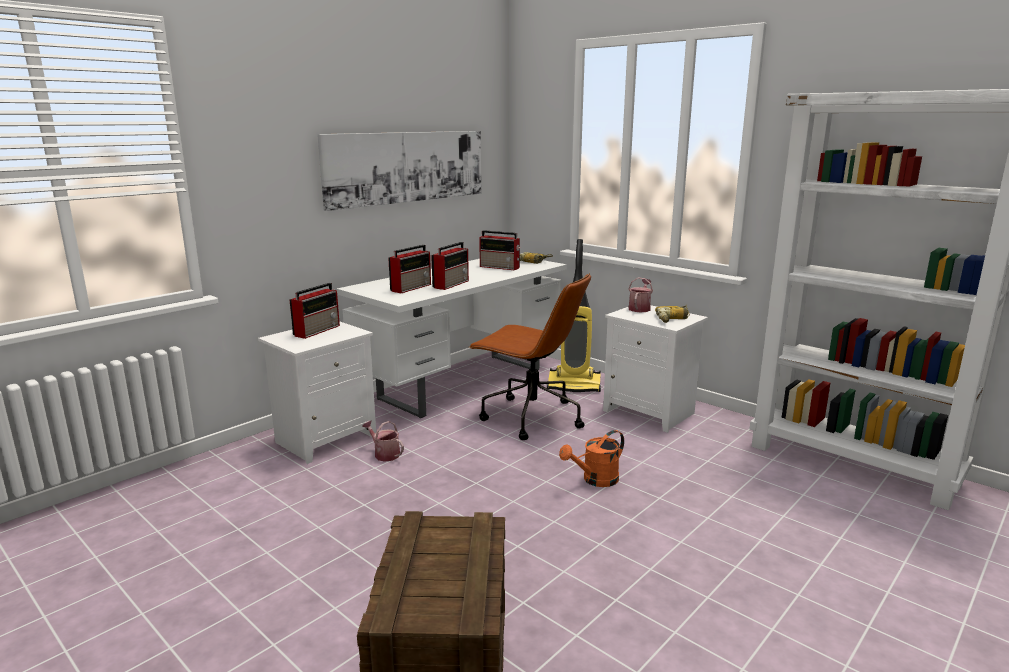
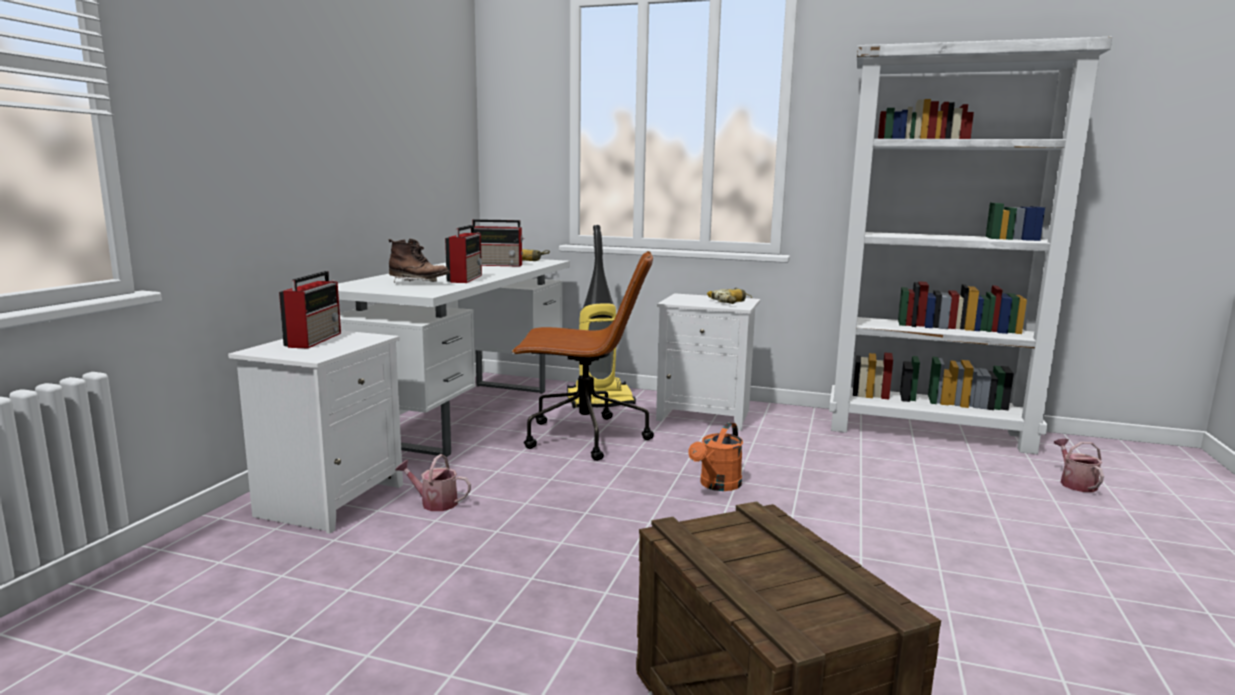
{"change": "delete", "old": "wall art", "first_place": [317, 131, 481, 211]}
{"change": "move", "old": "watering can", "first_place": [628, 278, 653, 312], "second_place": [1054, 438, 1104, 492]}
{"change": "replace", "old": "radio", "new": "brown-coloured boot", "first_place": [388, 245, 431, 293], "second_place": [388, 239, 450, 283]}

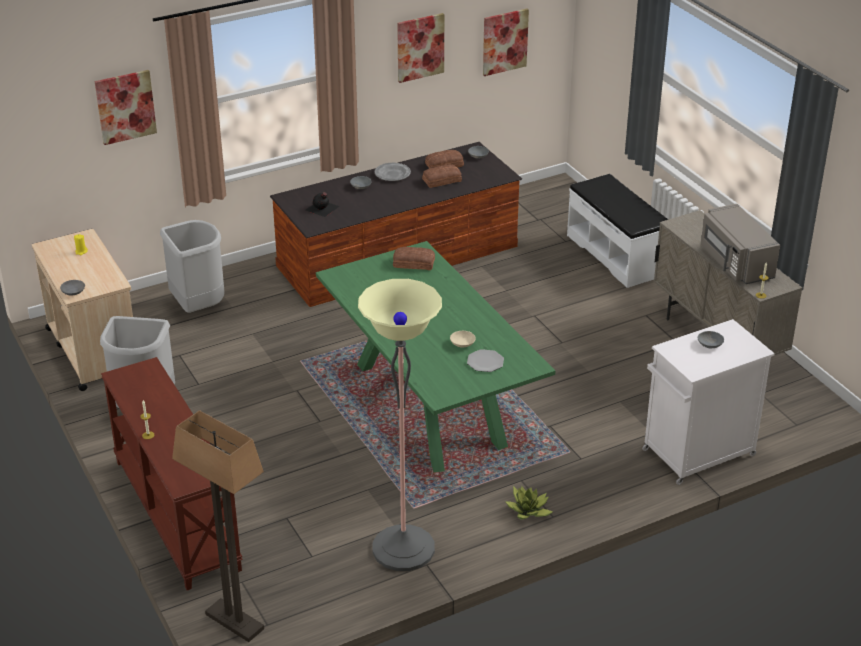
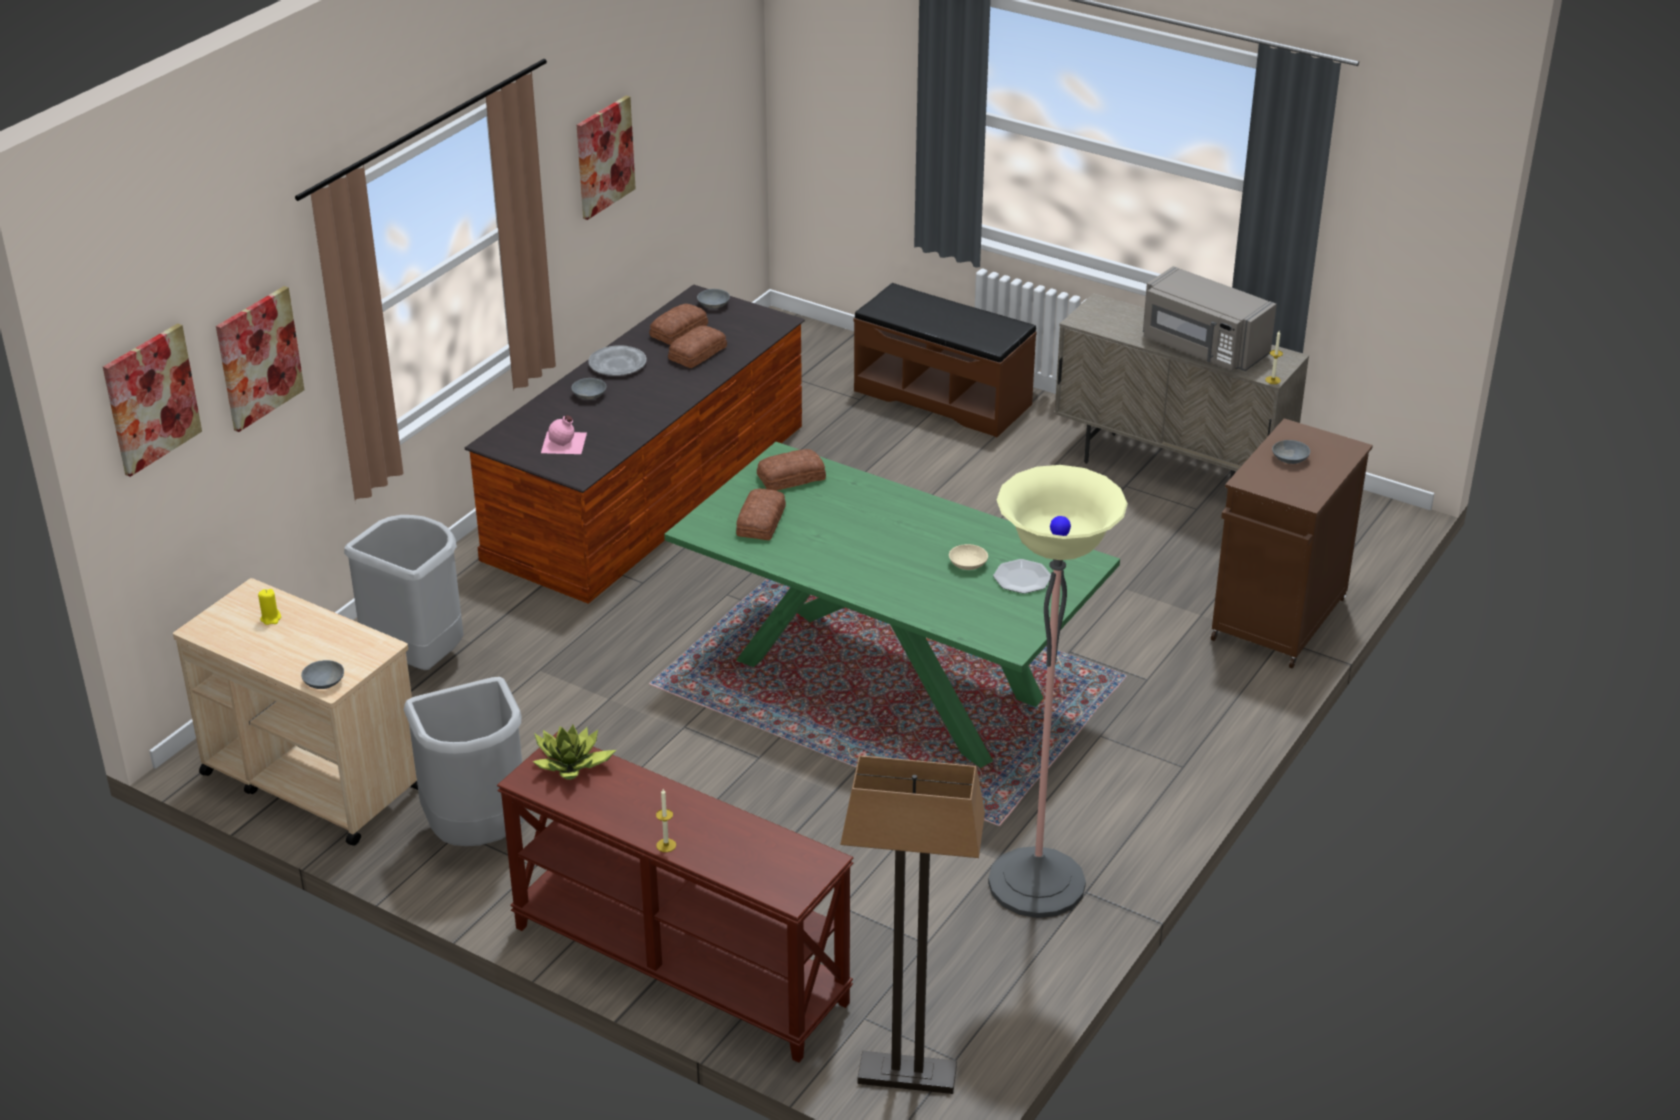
{"change": "insert", "new": "bread", "second_place": [736, 489, 786, 540]}
{"change": "move", "old": "wall art", "first_place": [483, 9, 529, 76], "second_place": [103, 323, 202, 477]}
{"change": "move", "old": "plant in a pot", "first_place": [506, 486, 552, 519], "second_place": [533, 725, 616, 780]}
{"change": "recolor", "old": "blackish drink bottle", "new": "pink-coloured drink bottle", "first_place": [306, 192, 339, 217], "second_place": [541, 415, 587, 454]}
{"change": "recolor", "old": "whitish indoor bench", "new": "brown-coloured indoor bench", "first_place": [567, 174, 668, 288], "second_place": [854, 283, 1037, 437]}
{"change": "recolor", "old": "whitish cupboard", "new": "brown-coloured cupboard", "first_place": [642, 319, 775, 485], "second_place": [1211, 418, 1373, 668]}

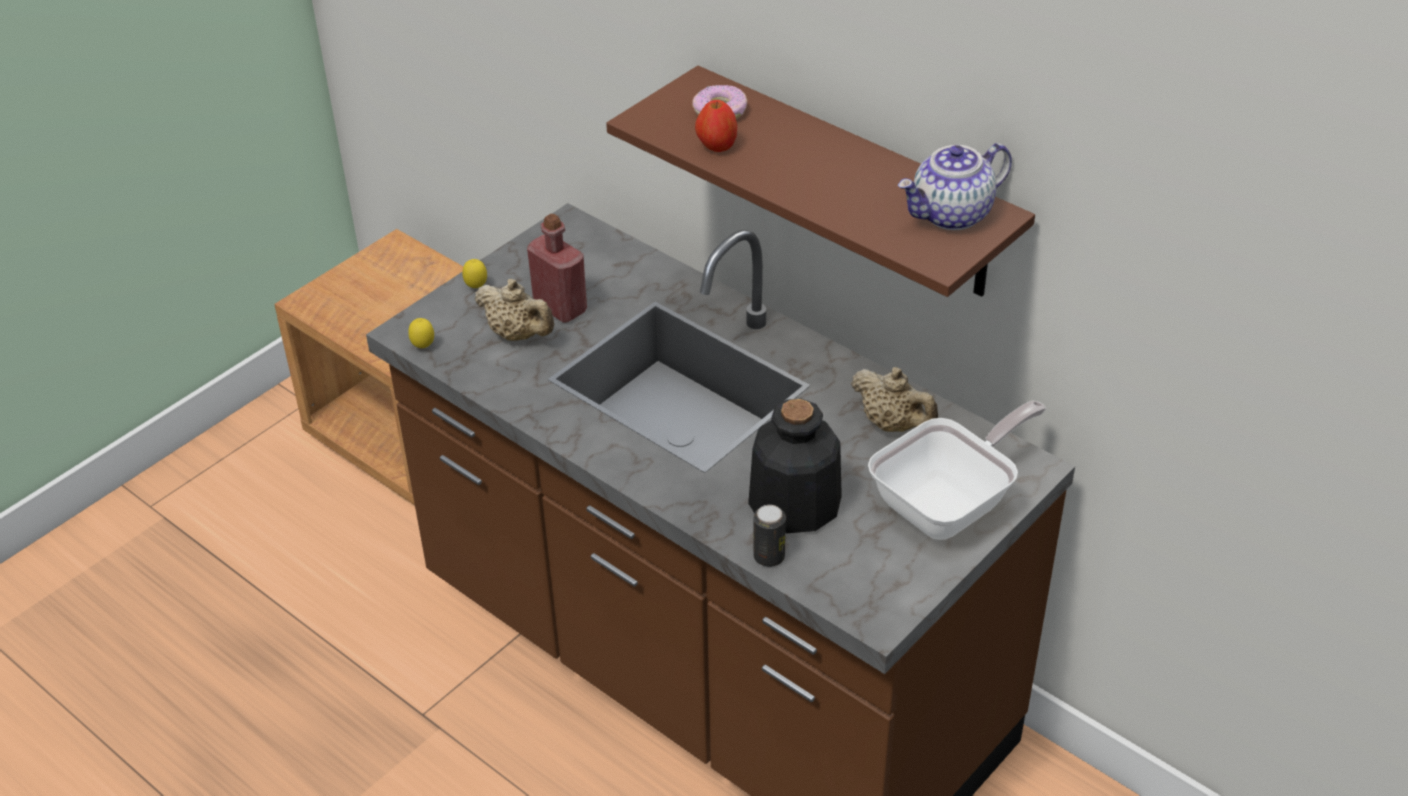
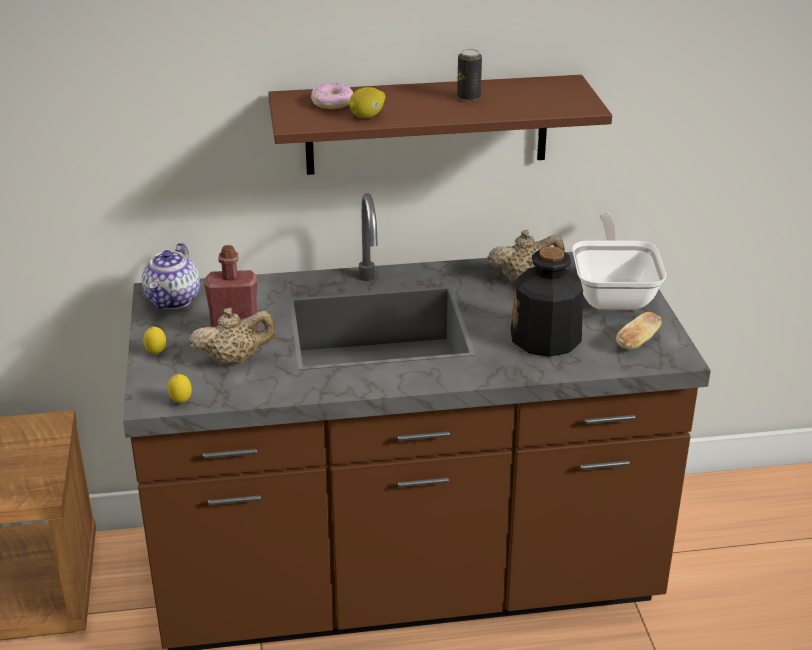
{"change": "insert", "new": "bread", "second_place": [616, 312, 662, 350]}
{"change": "move", "old": "sealed can", "first_place": [753, 505, 786, 567], "second_place": [457, 49, 482, 101]}
{"change": "move", "old": "tea pot", "first_place": [898, 143, 1012, 230], "second_place": [142, 243, 200, 309]}
{"change": "replace", "old": "apple fruit", "new": "lemon", "first_place": [695, 100, 737, 152], "second_place": [349, 87, 385, 118]}

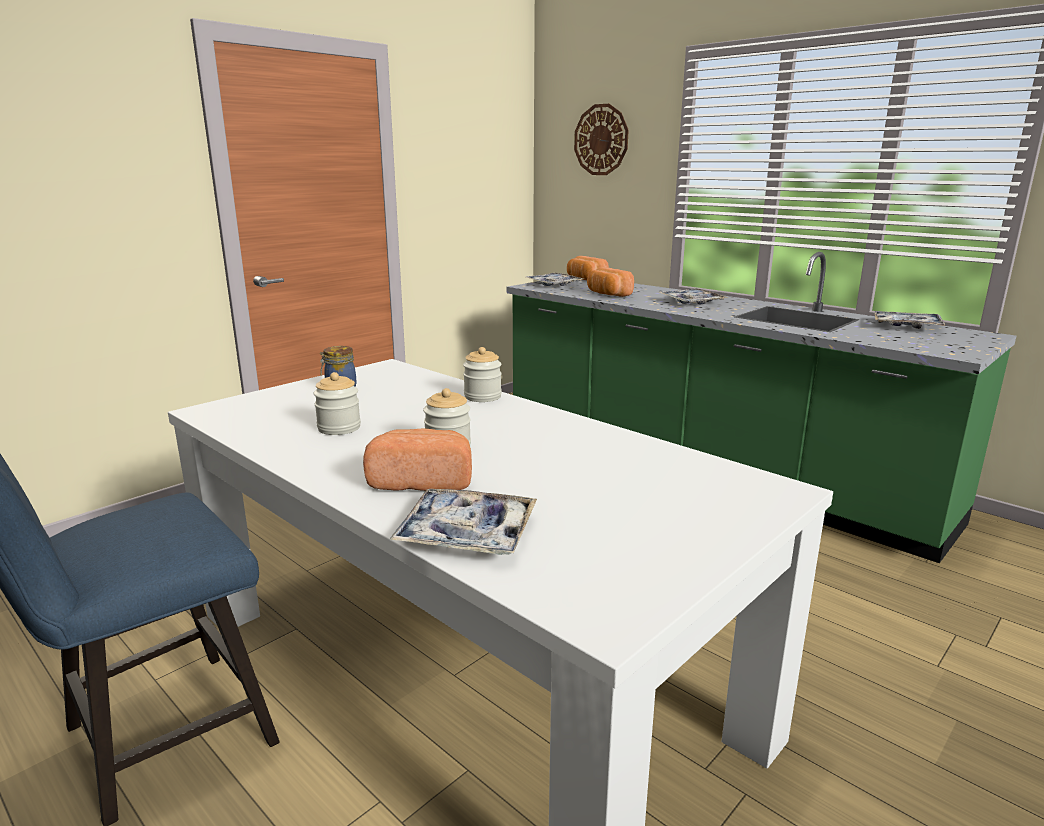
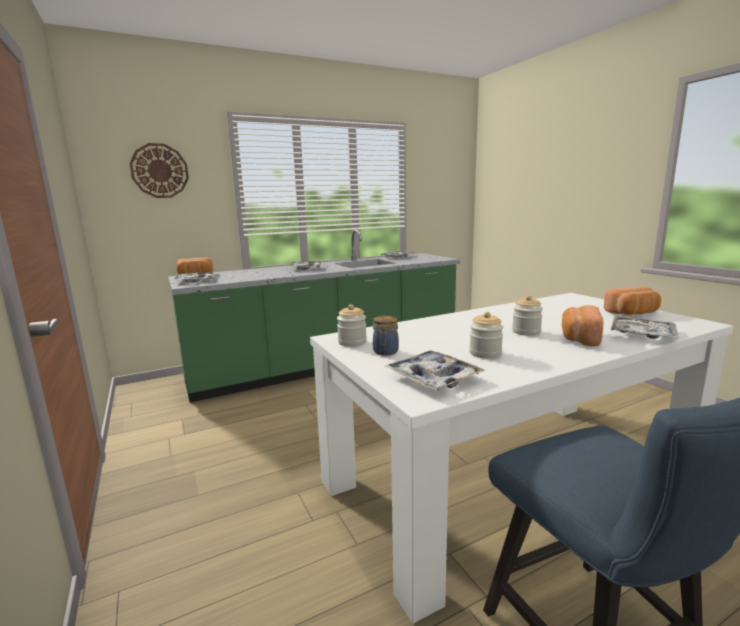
{"change": "insert", "new": "carrying tray", "second_place": [385, 350, 485, 390]}
{"change": "move", "old": "preserve jar", "first_place": [463, 347, 502, 402], "second_place": [337, 304, 367, 347]}
{"change": "move", "old": "bread", "first_place": [587, 267, 634, 297], "second_place": [604, 286, 661, 315]}

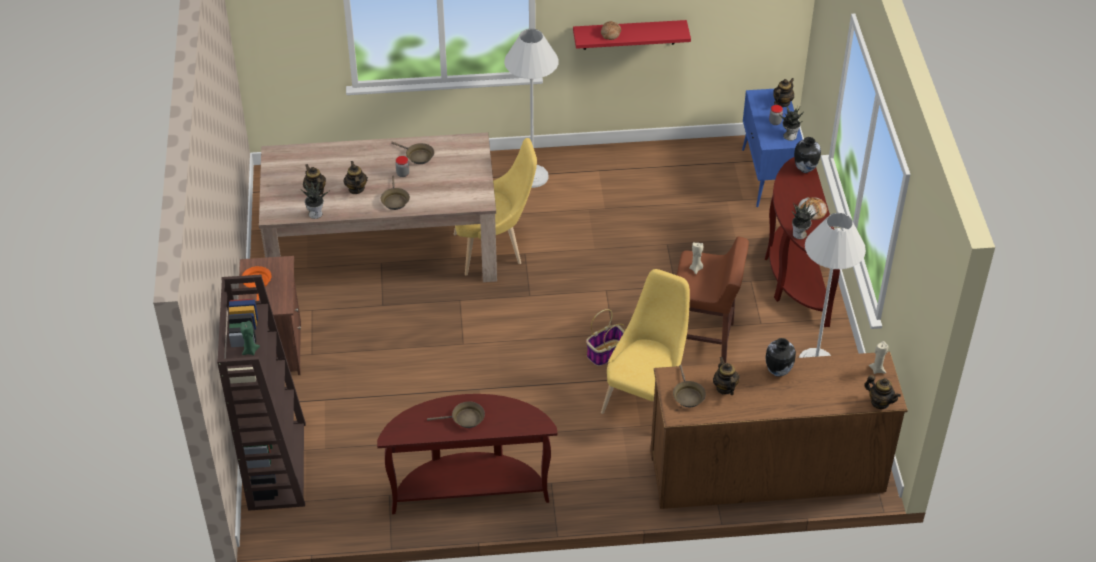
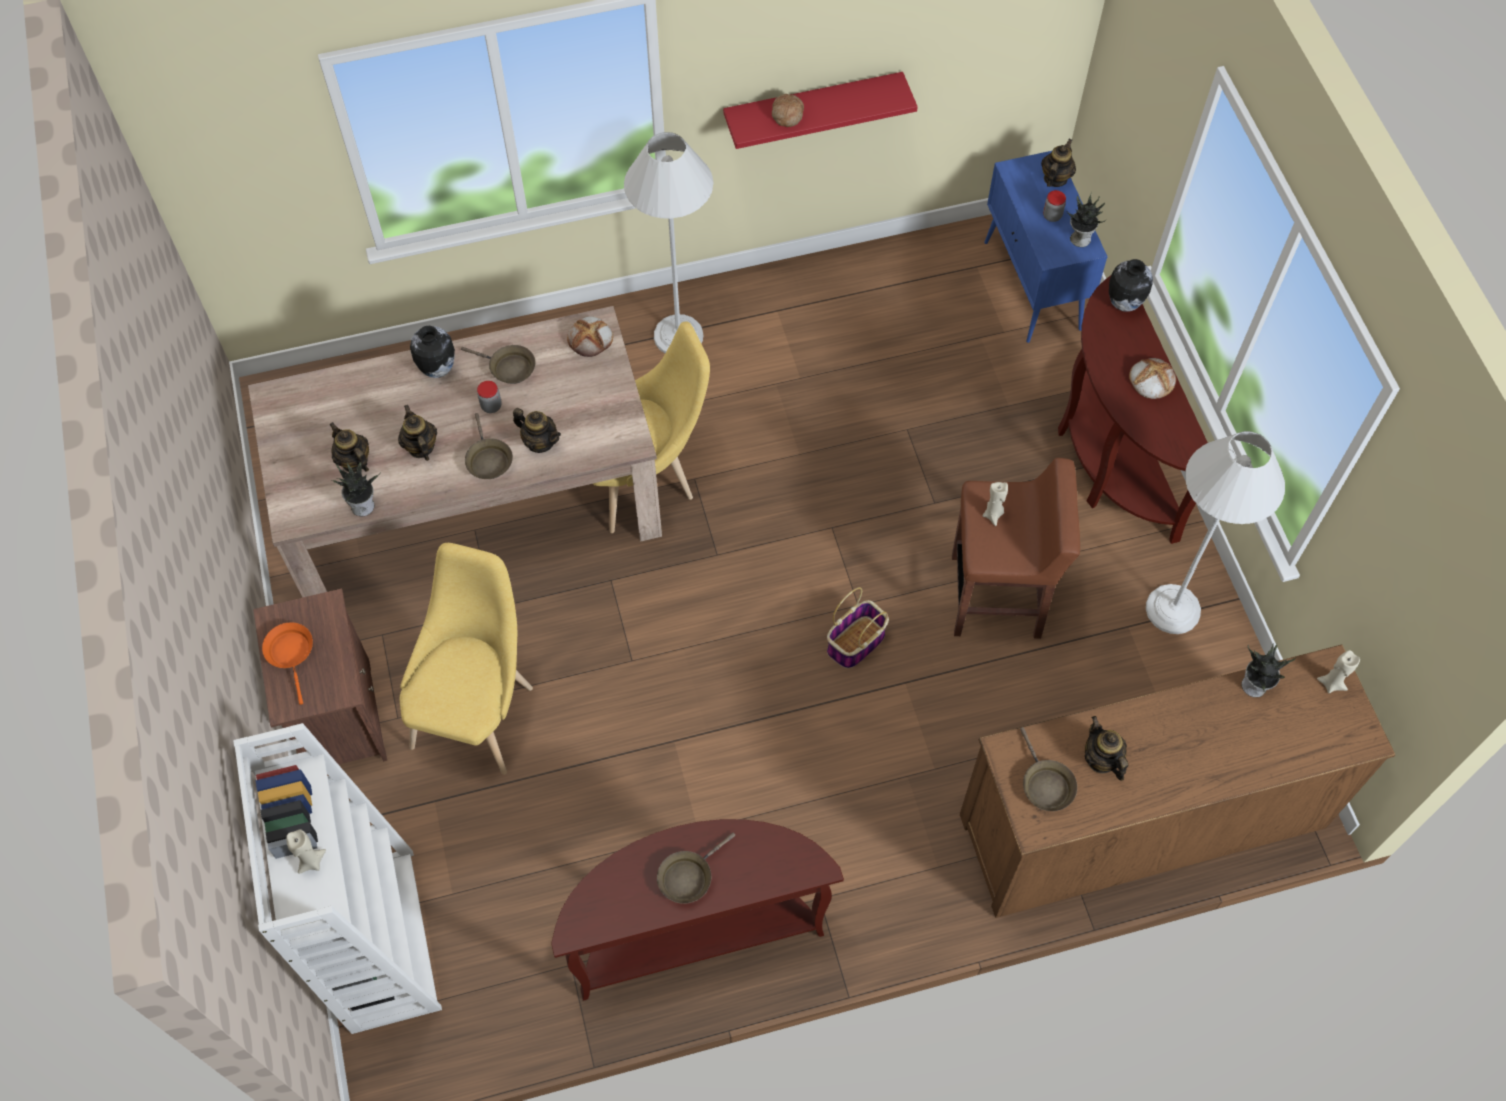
{"change": "insert", "new": "bread", "second_place": [567, 316, 613, 357]}
{"change": "move", "old": "yellow-coloured plain chair", "first_place": [601, 269, 690, 414], "second_place": [400, 543, 533, 775]}
{"change": "move", "old": "flower vase", "first_place": [765, 338, 796, 377], "second_place": [410, 326, 455, 378]}
{"change": "move", "old": "plant in a pot", "first_place": [792, 202, 819, 239], "second_place": [1241, 643, 1295, 697]}
{"change": "move", "old": "tea pot", "first_place": [864, 375, 901, 409], "second_place": [513, 408, 561, 453]}
{"change": "recolor", "old": "brown-coloured bookshelf", "new": "whitish bookshelf", "first_place": [217, 274, 306, 511], "second_place": [233, 723, 442, 1034]}
{"change": "recolor", "old": "green wax light", "new": "sand-coloured wax light", "first_place": [240, 321, 260, 355], "second_place": [286, 829, 326, 874]}
{"change": "rotate", "old": "brown-coloured pan", "first_place": [427, 401, 485, 428], "second_place": [657, 833, 735, 904], "degrees": 150}

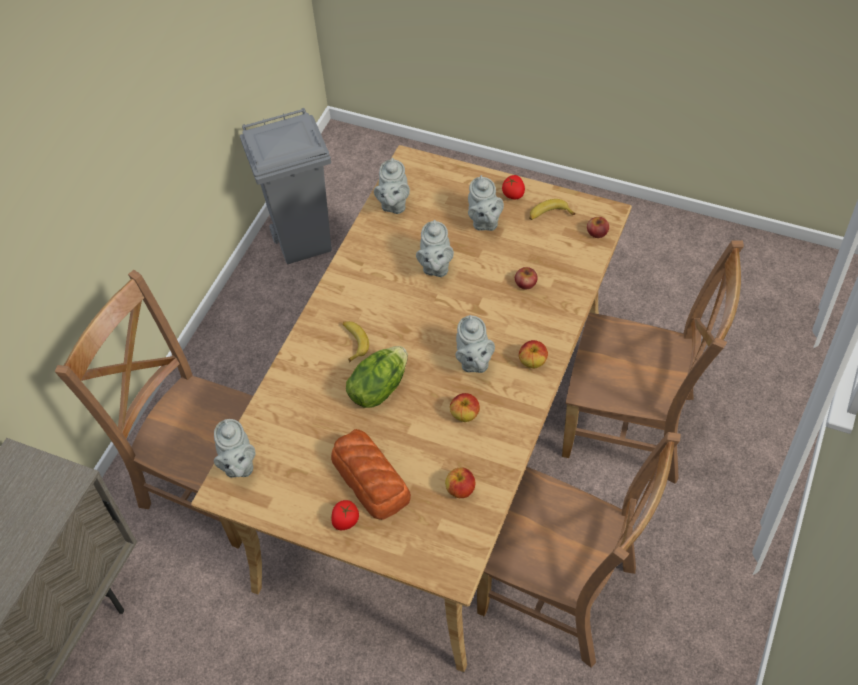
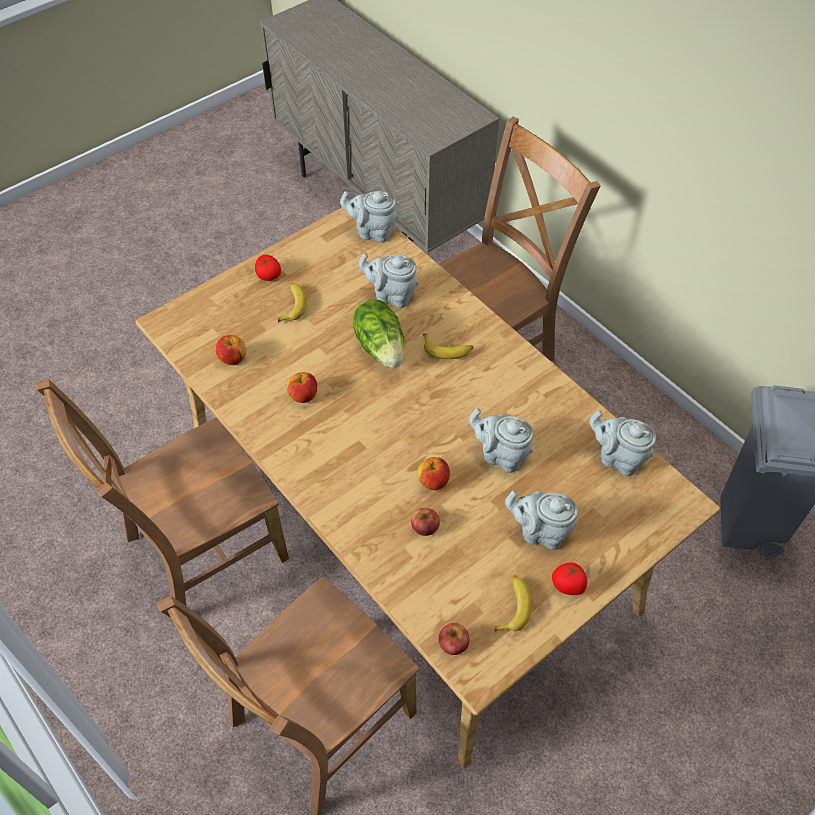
{"change": "move", "old": "grey tea pot", "first_place": [456, 315, 495, 373], "second_place": [358, 253, 418, 308]}
{"change": "move", "old": "apple fruit", "first_place": [519, 340, 548, 368], "second_place": [418, 457, 450, 490]}
{"change": "replace", "old": "bread", "new": "banana fruit", "first_place": [331, 429, 411, 520], "second_place": [278, 283, 307, 322]}

